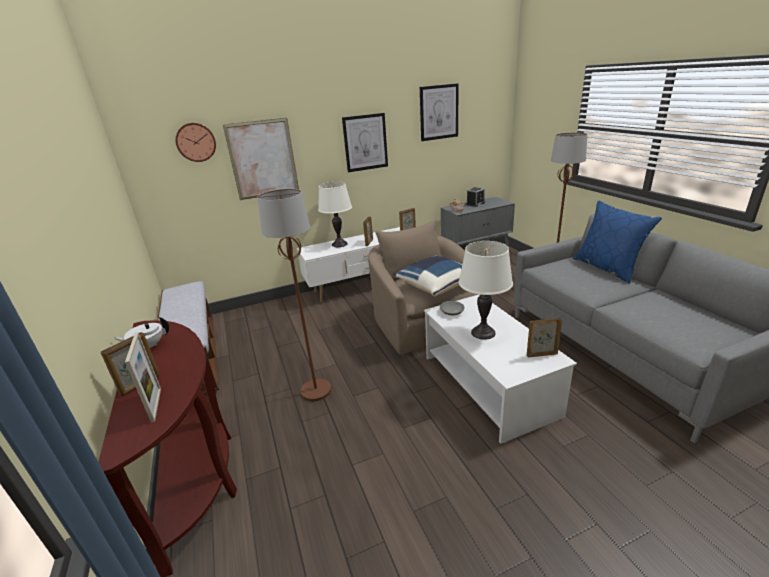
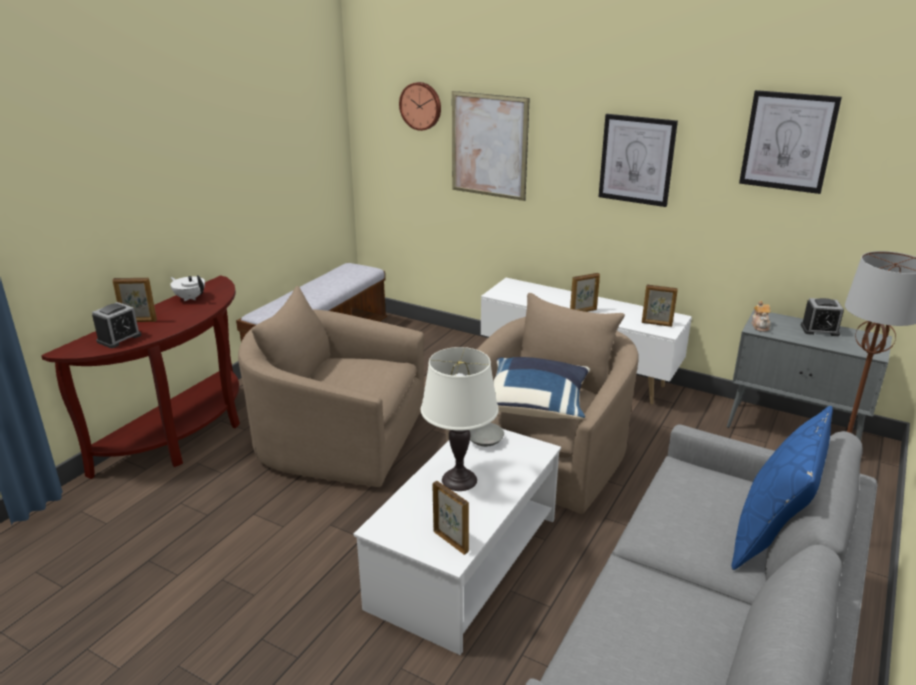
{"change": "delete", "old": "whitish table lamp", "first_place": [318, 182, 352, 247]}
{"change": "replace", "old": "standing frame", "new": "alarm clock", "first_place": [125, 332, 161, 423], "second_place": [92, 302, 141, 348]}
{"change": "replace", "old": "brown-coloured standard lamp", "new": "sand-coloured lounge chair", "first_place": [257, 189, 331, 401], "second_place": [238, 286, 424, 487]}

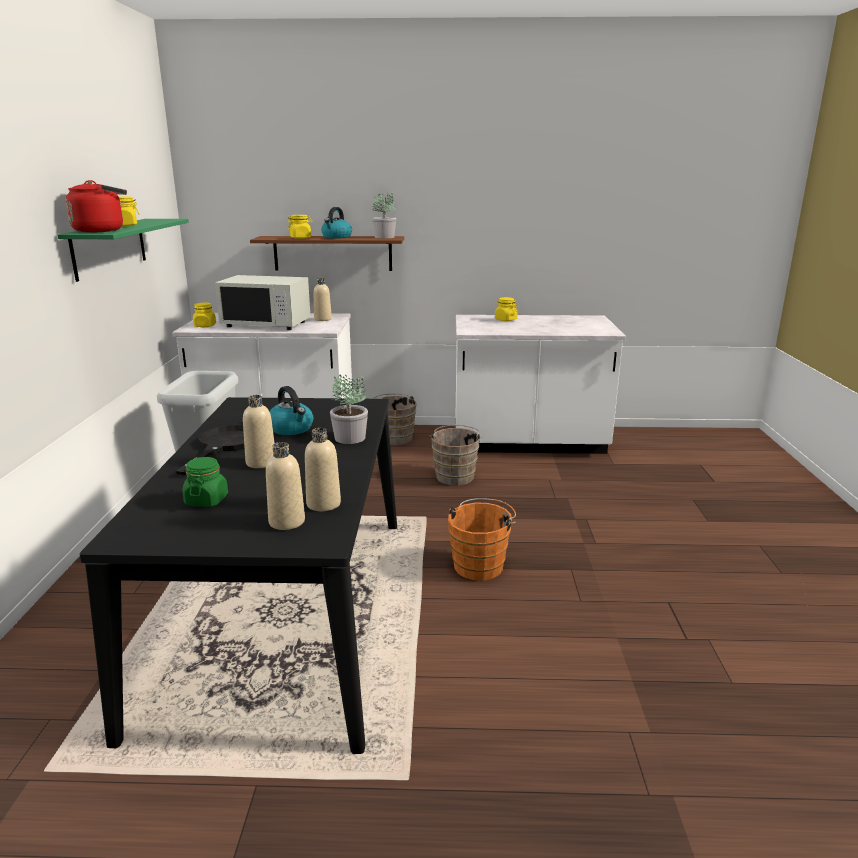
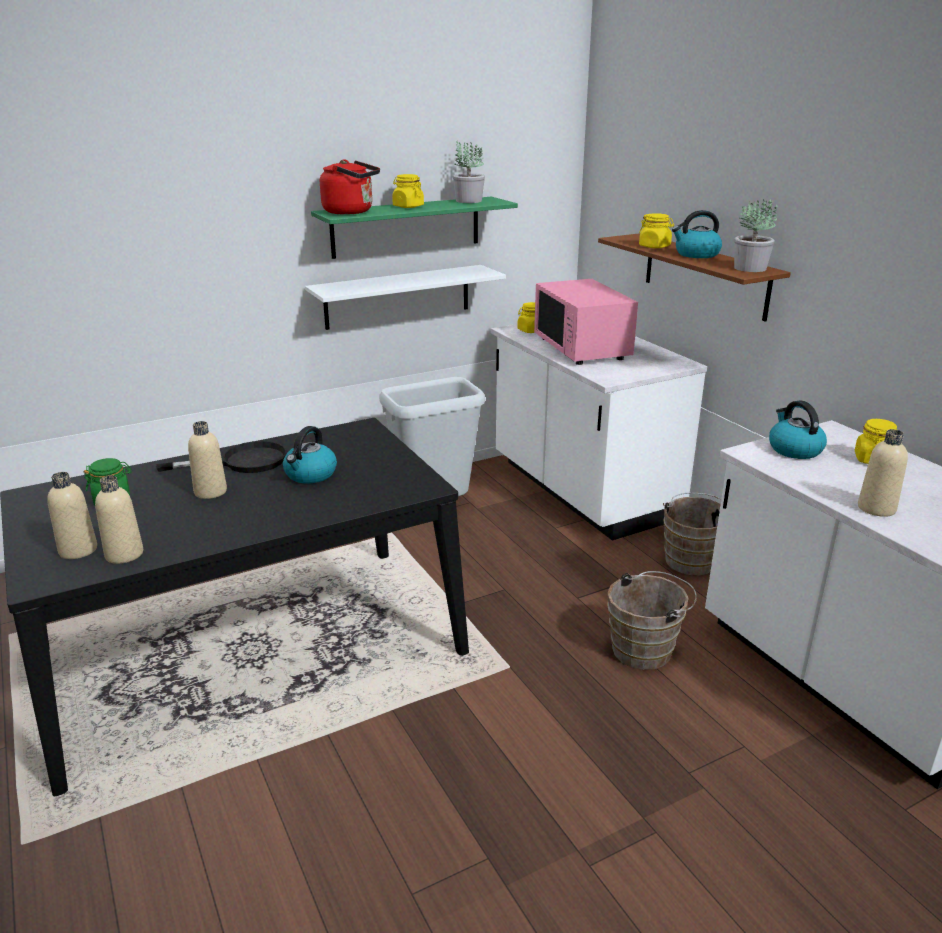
{"change": "delete", "old": "orangey pail", "first_place": [448, 498, 516, 581]}
{"change": "insert", "new": "whitish shelf", "second_place": [305, 265, 506, 330]}
{"change": "insert", "new": "kettle", "second_place": [769, 400, 827, 459]}
{"change": "move", "old": "sand-coloured drink bottle", "first_place": [314, 278, 332, 321], "second_place": [858, 429, 908, 517]}
{"change": "move", "old": "plant in a pot", "first_place": [330, 375, 368, 444], "second_place": [453, 141, 485, 203]}
{"change": "recolor", "old": "whitish microwave oven", "new": "pink-coloured microwave oven", "first_place": [215, 275, 311, 330], "second_place": [534, 279, 638, 365]}

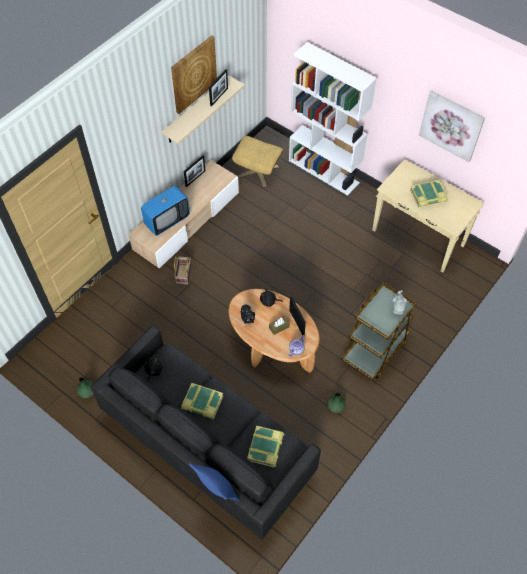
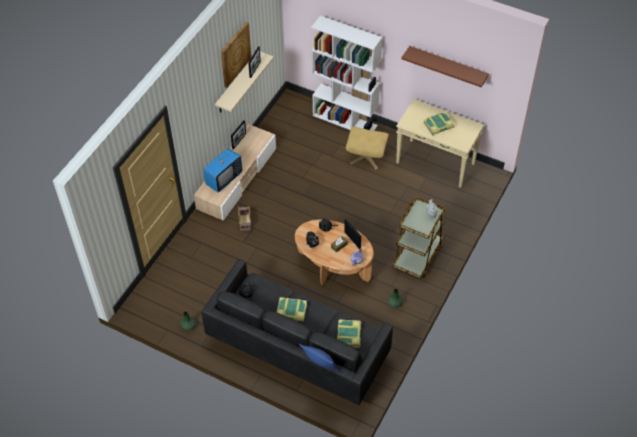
{"change": "move", "old": "sand-coloured footrest", "first_place": [232, 136, 284, 187], "second_place": [346, 127, 389, 170]}
{"change": "replace", "old": "wall art", "new": "brown-coloured shelf", "first_place": [419, 90, 485, 162], "second_place": [401, 46, 489, 87]}

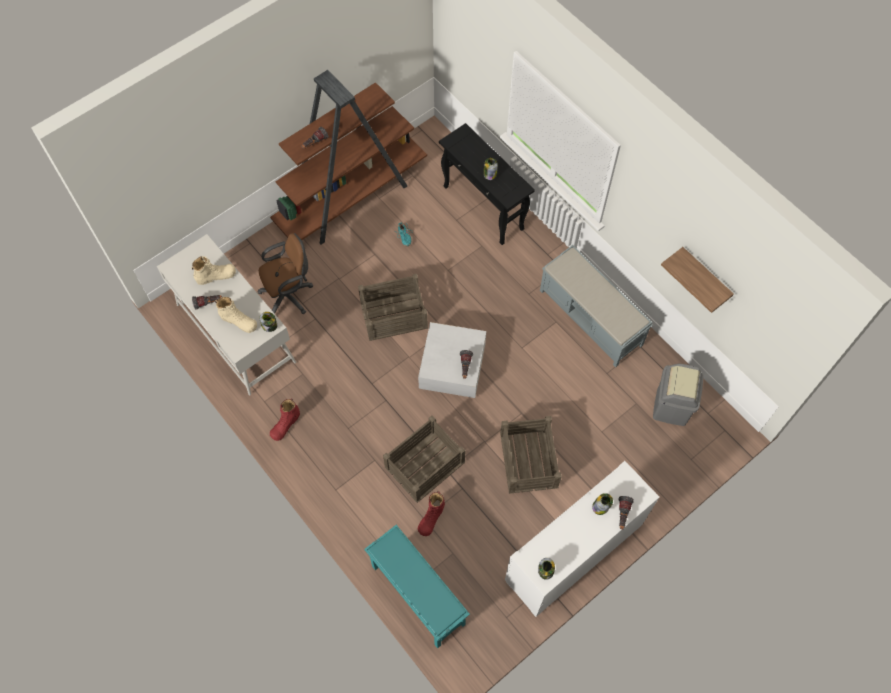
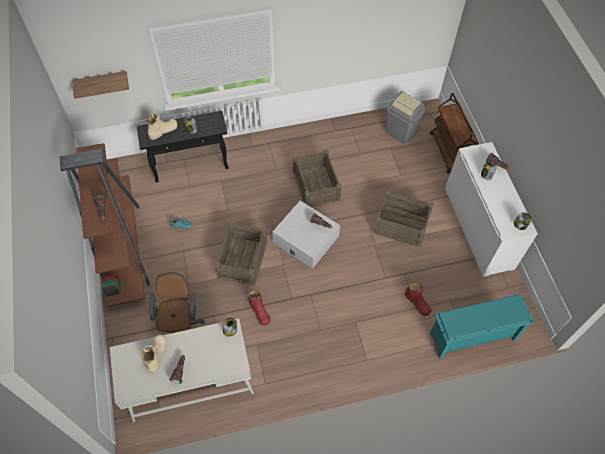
{"change": "delete", "old": "grey indoor bench", "first_place": [540, 245, 653, 367]}
{"change": "insert", "new": "brown-coloured trolley", "second_place": [430, 93, 479, 173]}
{"change": "move", "old": "sand-coloured boot", "first_place": [215, 297, 257, 333], "second_place": [146, 114, 177, 140]}
{"change": "move", "old": "reddish boot", "first_place": [270, 398, 300, 441], "second_place": [248, 290, 271, 325]}
{"change": "move", "old": "crate", "first_place": [383, 415, 466, 503], "second_place": [293, 149, 342, 207]}
{"change": "move", "old": "shelf", "first_place": [661, 247, 734, 313], "second_place": [72, 71, 129, 99]}

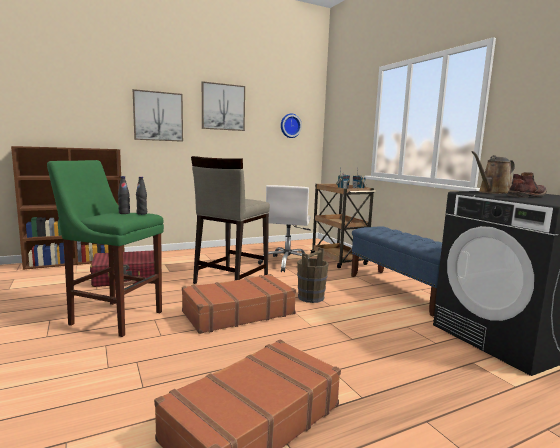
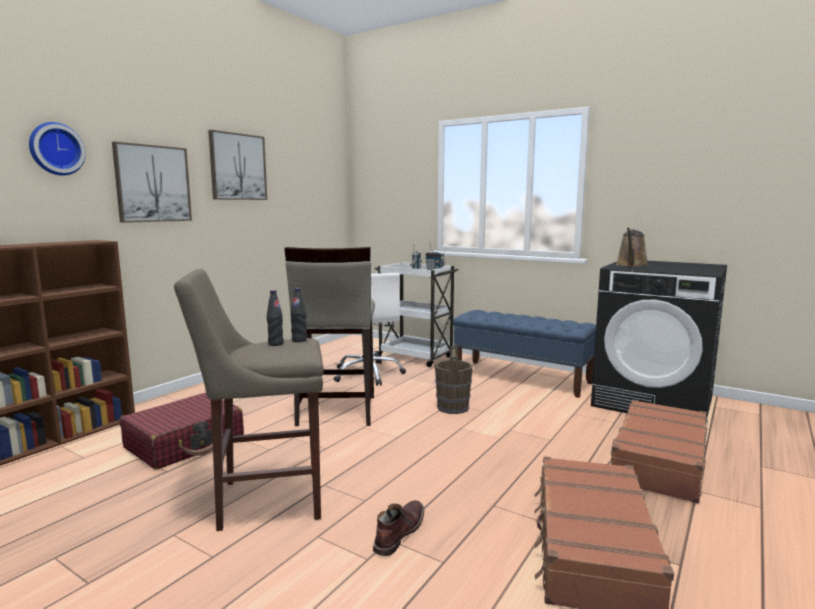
{"change": "move", "old": "brown-coloured suitcase", "first_place": [182, 274, 296, 334], "second_place": [607, 400, 708, 503]}
{"change": "move", "old": "hanging clock", "first_place": [281, 114, 302, 138], "second_place": [29, 122, 86, 175]}
{"change": "move", "old": "brown-coloured boot", "first_place": [507, 172, 547, 198], "second_place": [373, 500, 424, 556]}
{"change": "recolor", "old": "green stool", "new": "sand-coloured stool", "first_place": [47, 160, 164, 337], "second_place": [174, 269, 324, 531]}
{"change": "recolor", "old": "brown-coloured trolley", "new": "whitish trolley", "first_place": [311, 184, 375, 268], "second_place": [375, 262, 458, 367]}

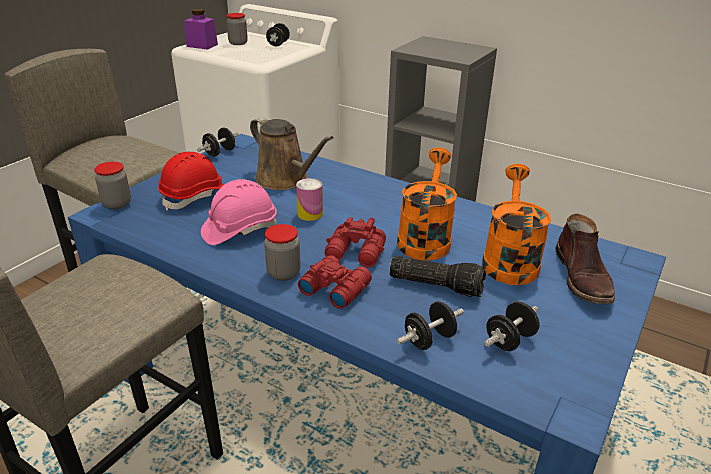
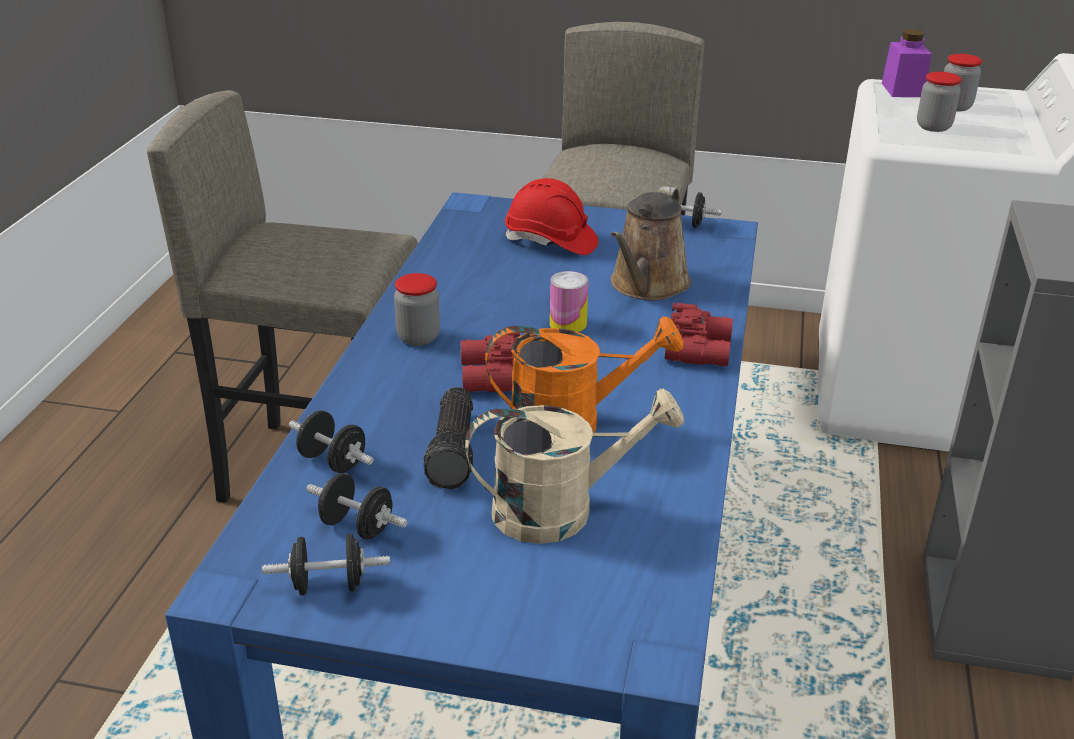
{"change": "delete", "old": "pink-coloured hard hat", "first_place": [201, 179, 277, 245]}
{"change": "delete", "old": "brown-coloured boot", "first_place": [556, 214, 615, 304]}
{"change": "move", "old": "preserve jar", "first_place": [94, 162, 131, 209], "second_place": [917, 72, 962, 132]}
{"change": "move", "old": "blackish hand weight", "first_place": [266, 23, 290, 46], "second_place": [262, 533, 390, 596]}
{"change": "move", "old": "reddish field glasses", "first_place": [298, 255, 372, 309], "second_place": [665, 303, 733, 367]}
{"change": "recolor", "old": "orangey watering can", "new": "sand-coloured watering can", "first_place": [482, 164, 551, 285], "second_place": [465, 389, 684, 544]}

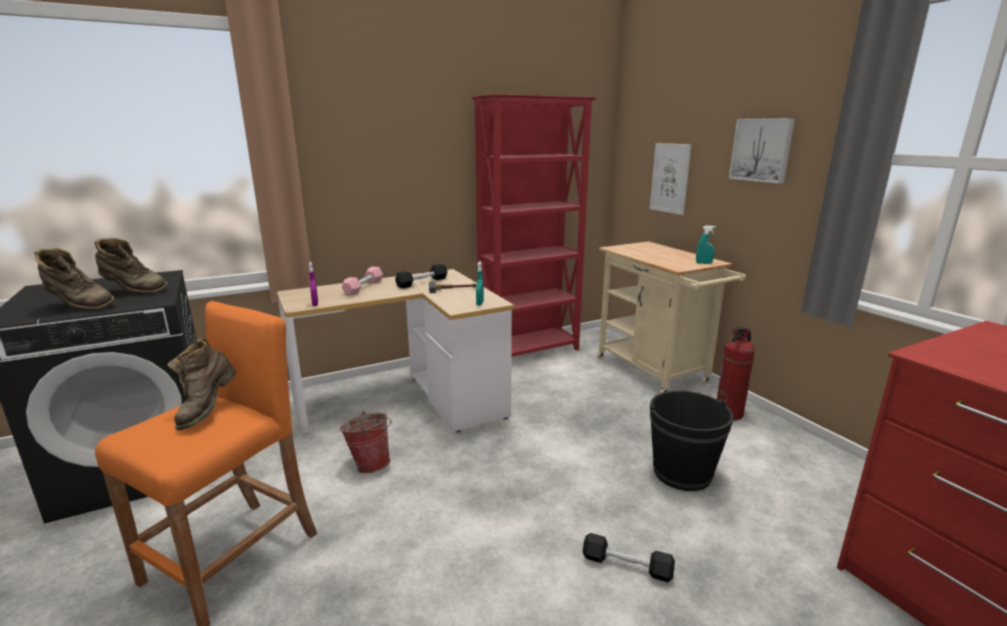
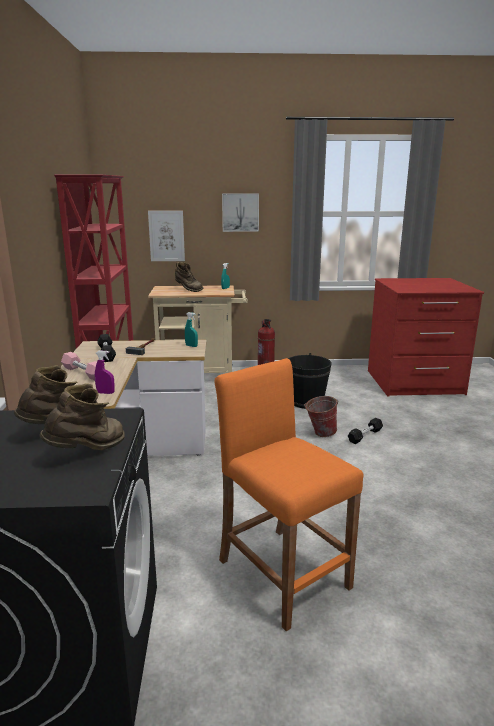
{"change": "move", "old": "brown-coloured boot", "first_place": [167, 338, 236, 430], "second_place": [175, 262, 203, 292]}
{"change": "move", "old": "pail", "first_place": [340, 411, 392, 473], "second_place": [304, 396, 338, 437]}

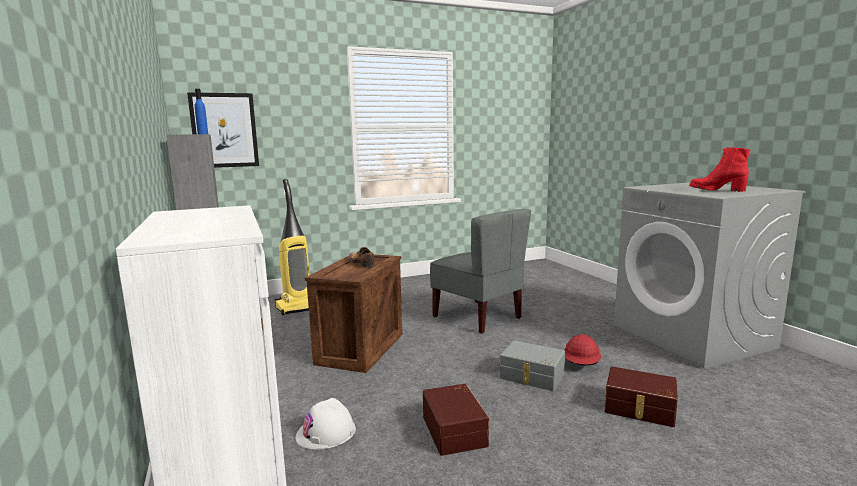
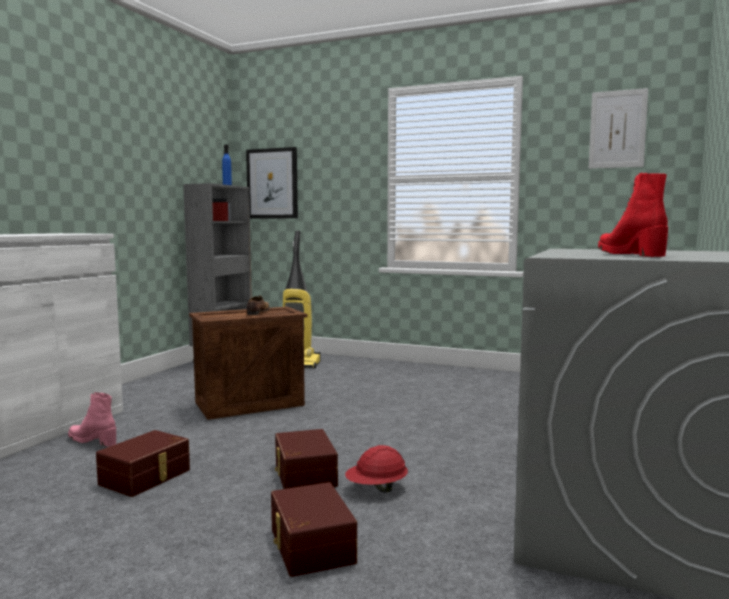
{"change": "delete", "old": "grey plain chair", "first_place": [430, 209, 531, 334]}
{"change": "insert", "new": "wall art", "second_place": [589, 88, 648, 169]}
{"change": "replace", "old": "whitish hard hat", "new": "pink-coloured boot", "first_place": [295, 398, 356, 450], "second_place": [68, 392, 116, 447]}
{"change": "recolor", "old": "grey storage bin", "new": "brown-coloured storage bin", "first_place": [500, 340, 565, 391], "second_place": [275, 429, 338, 489]}

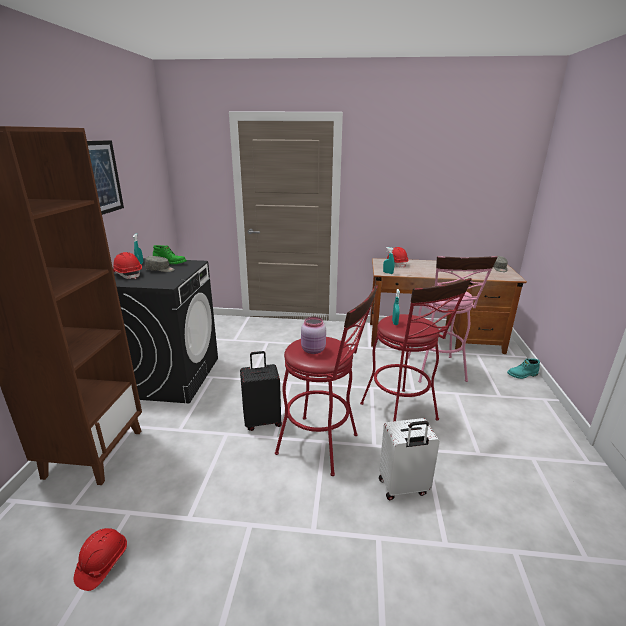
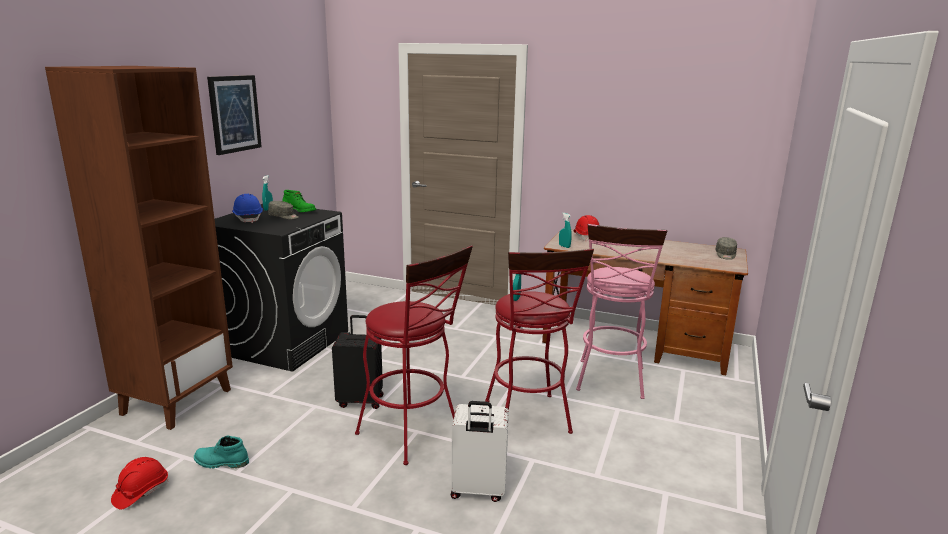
{"change": "delete", "old": "pink-coloured preserve jar", "first_place": [301, 317, 326, 354]}
{"change": "move", "old": "turquoise boot", "first_place": [507, 359, 540, 379], "second_place": [194, 436, 249, 468]}
{"change": "recolor", "old": "reddish hard hat", "new": "blue hard hat", "first_place": [113, 252, 142, 279], "second_place": [232, 194, 263, 223]}

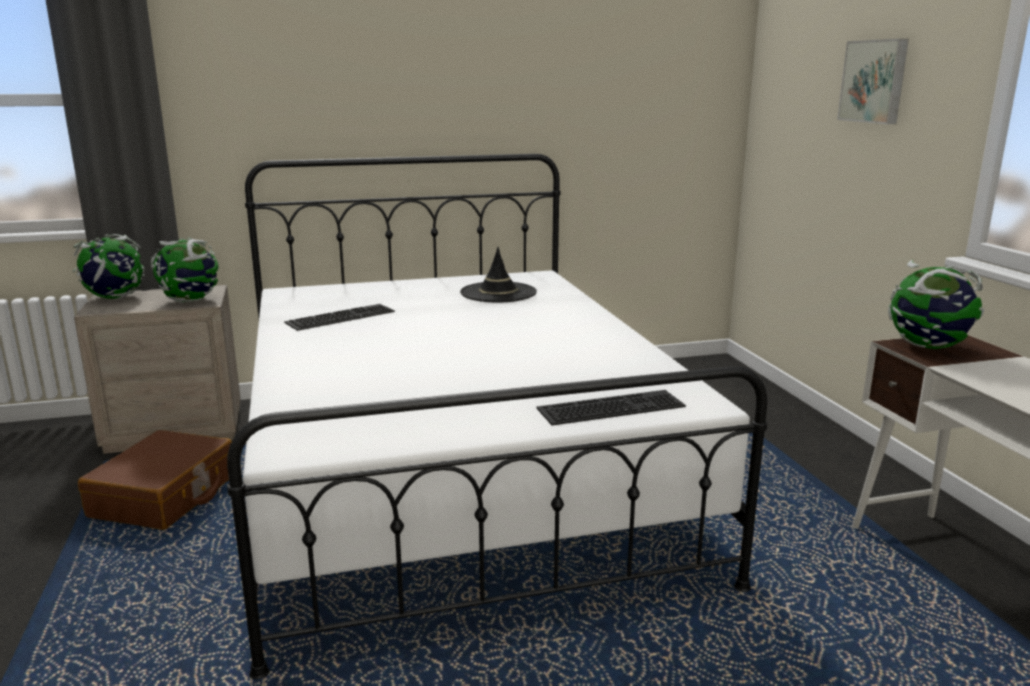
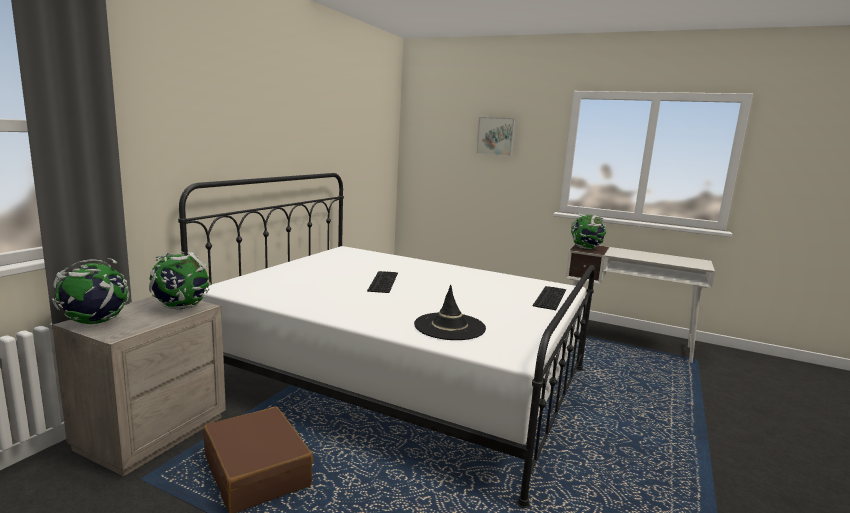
{"change": "move", "old": "computer keyboard", "first_place": [284, 304, 395, 331], "second_place": [367, 271, 398, 293]}
{"change": "move", "old": "blackish clothing hat", "first_place": [460, 247, 537, 303], "second_place": [414, 285, 486, 340]}

